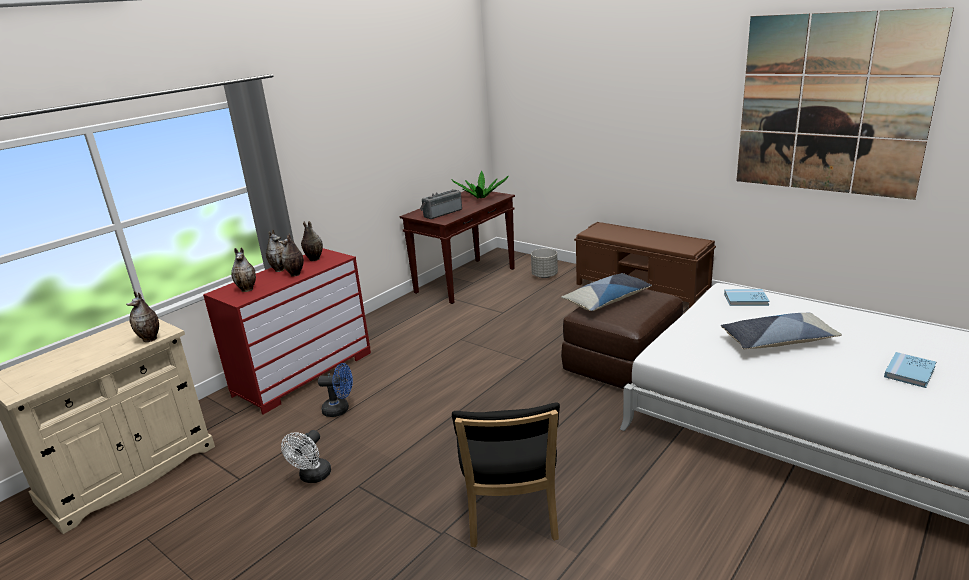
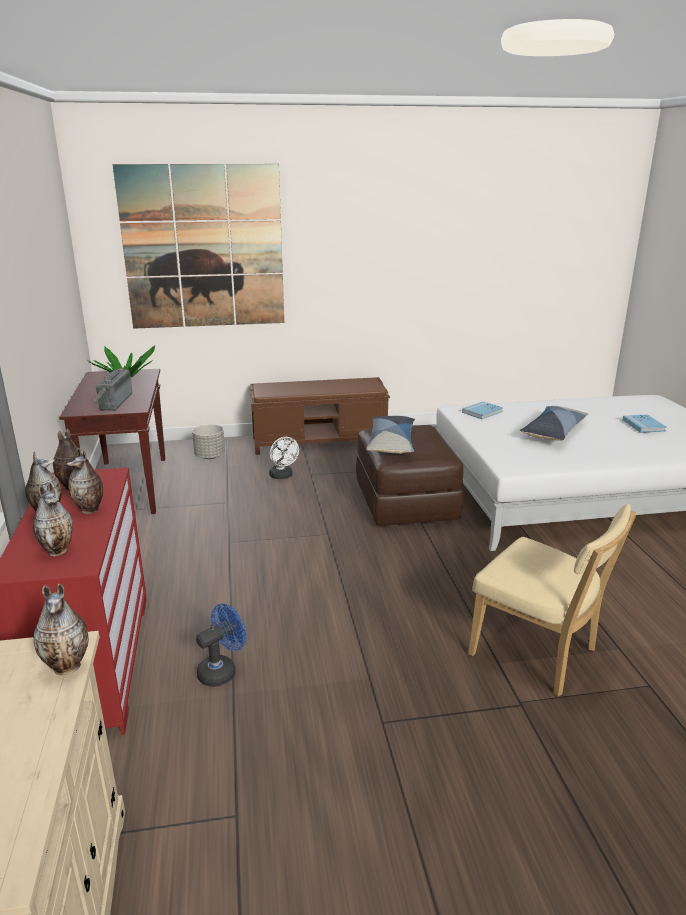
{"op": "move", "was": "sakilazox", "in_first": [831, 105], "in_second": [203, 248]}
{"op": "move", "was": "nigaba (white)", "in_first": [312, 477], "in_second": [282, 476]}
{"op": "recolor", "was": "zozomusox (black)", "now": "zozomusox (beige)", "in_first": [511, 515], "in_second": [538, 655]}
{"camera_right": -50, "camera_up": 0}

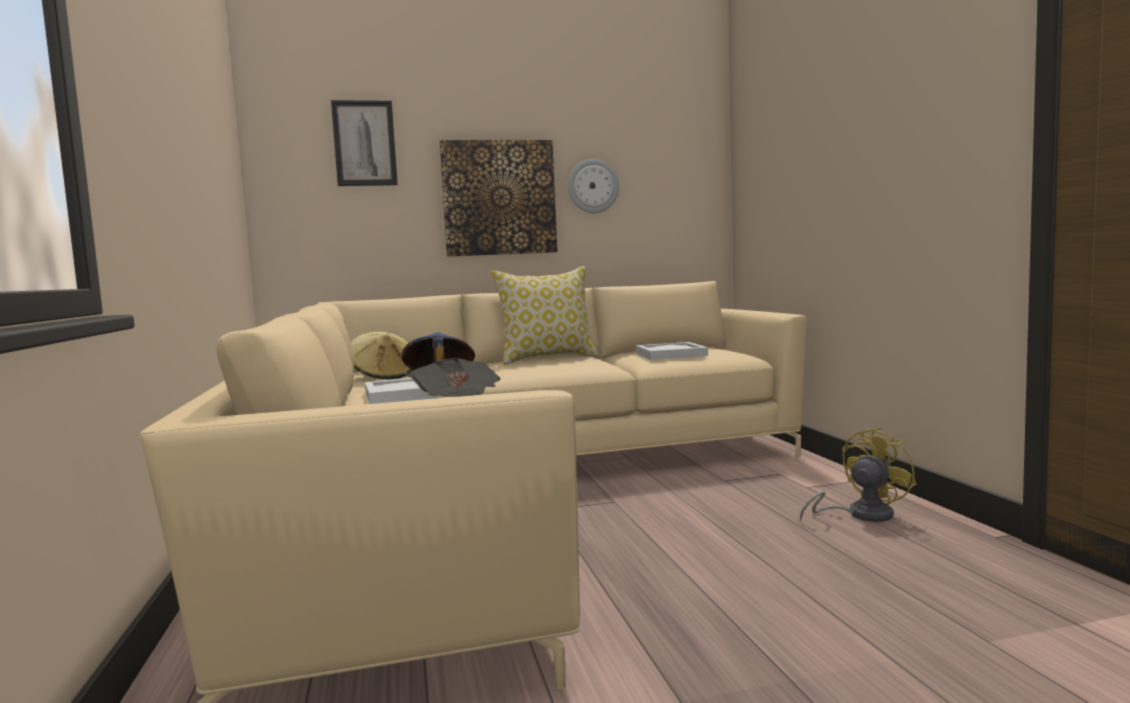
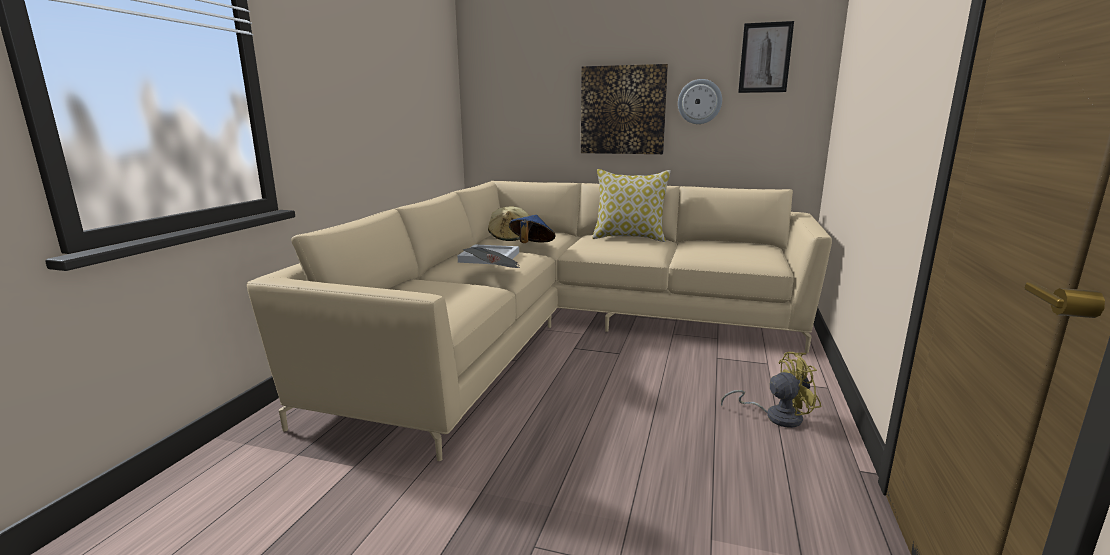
{"op": "move", "was": "sakilazox", "in_first": [364, 143], "in_second": [765, 58]}
{"op": "delete", "was": "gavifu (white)", "in_first": [671, 354]}
{"camera_right": 30, "camera_up": 10}

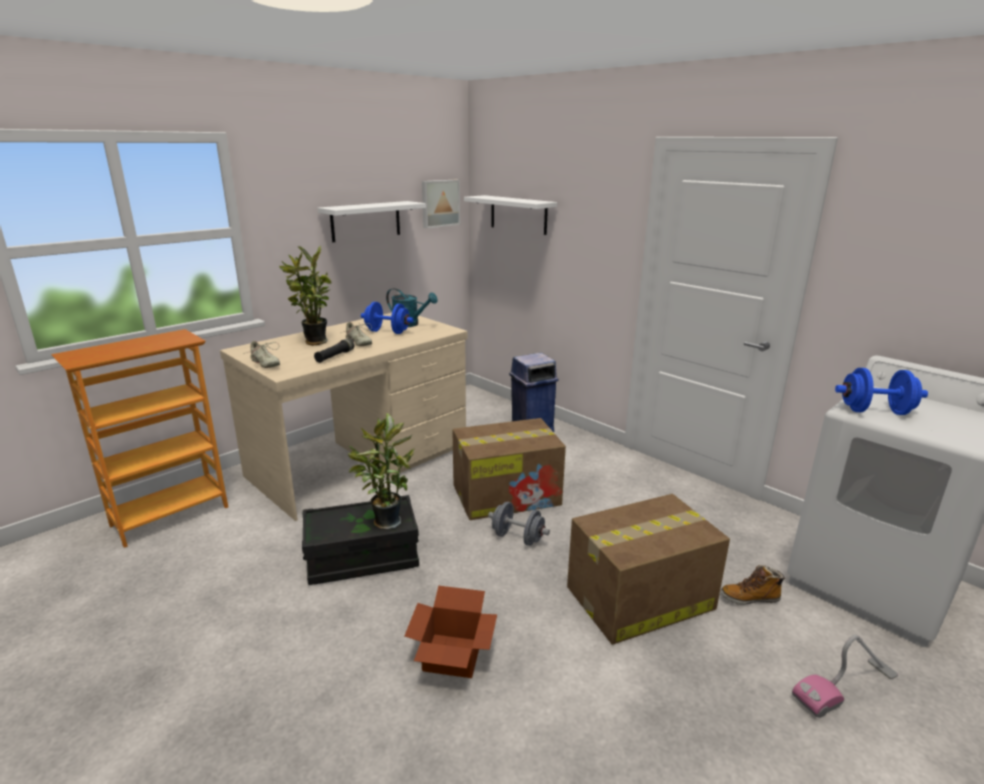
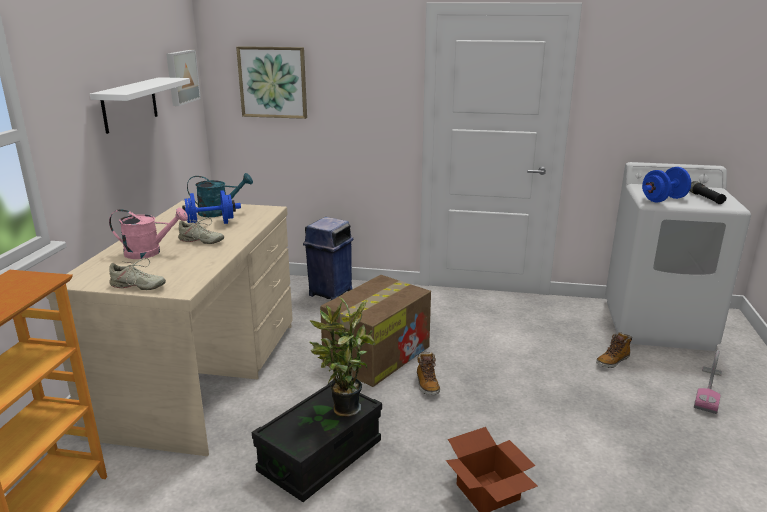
{"op": "replace", "was": "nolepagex", "now": "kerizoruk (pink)", "in_first": [313, 342], "in_second": [149, 252]}
{"op": "replace", "was": "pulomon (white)", "now": "sakilazox", "in_first": [518, 214], "in_second": [273, 82]}
{"op": "replace", "was": "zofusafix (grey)", "now": "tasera", "in_first": [517, 537], "in_second": [427, 384]}
{"op": "move", "was": "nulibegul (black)", "in_first": [335, 356], "in_second": [705, 198]}
{"op": "delete", "was": "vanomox", "in_first": [638, 598]}
{"camera_right": -35, "camera_up": 0}

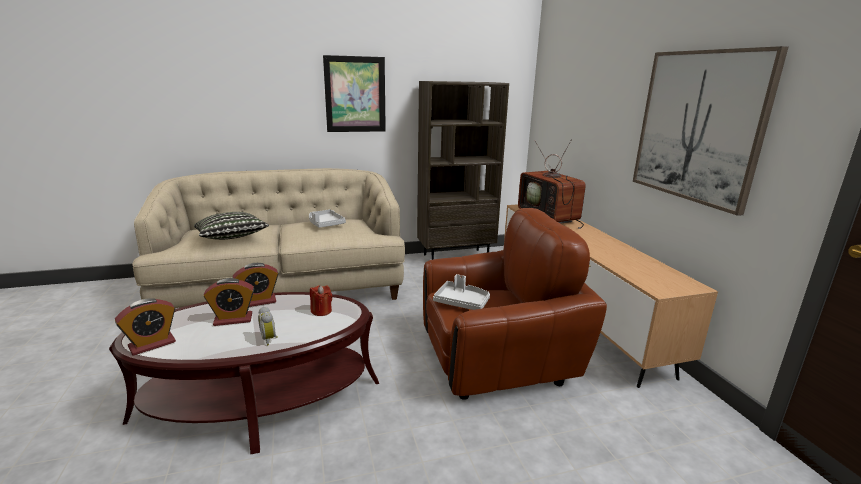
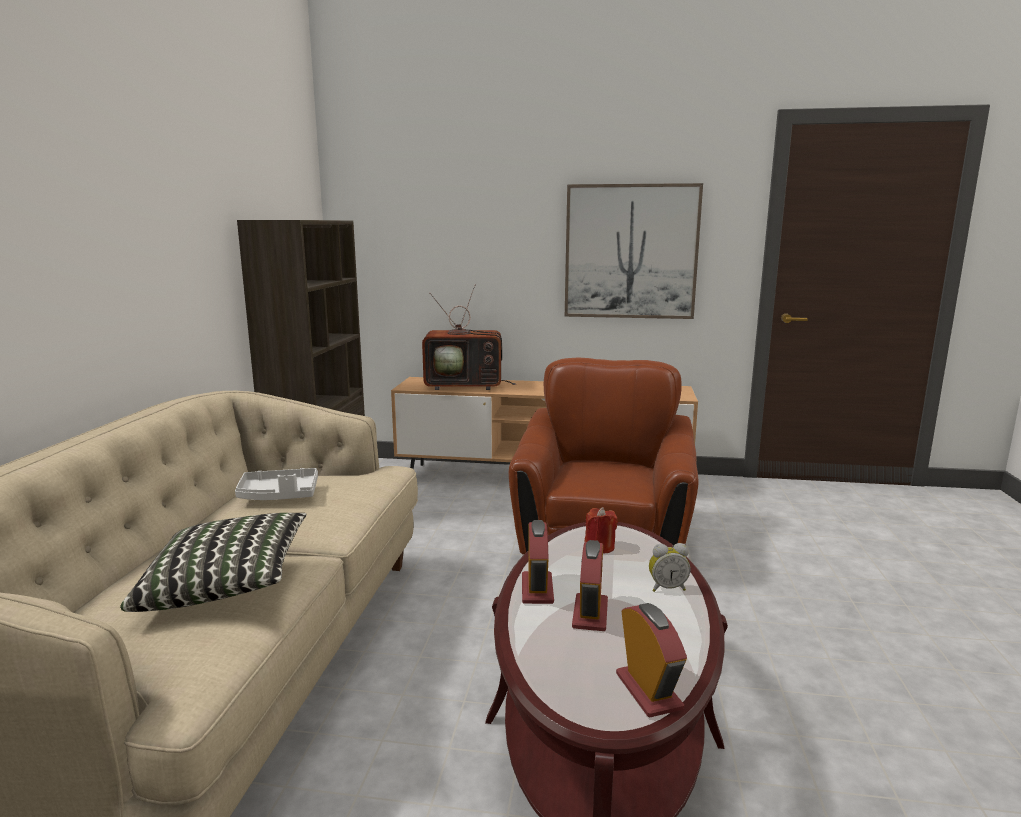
{"op": "delete", "was": "sakilazox", "in_first": [355, 94]}
{"op": "delete", "was": "gavifu (grey)", "in_first": [462, 302]}
{"camera_right": -65, "camera_up": -5}

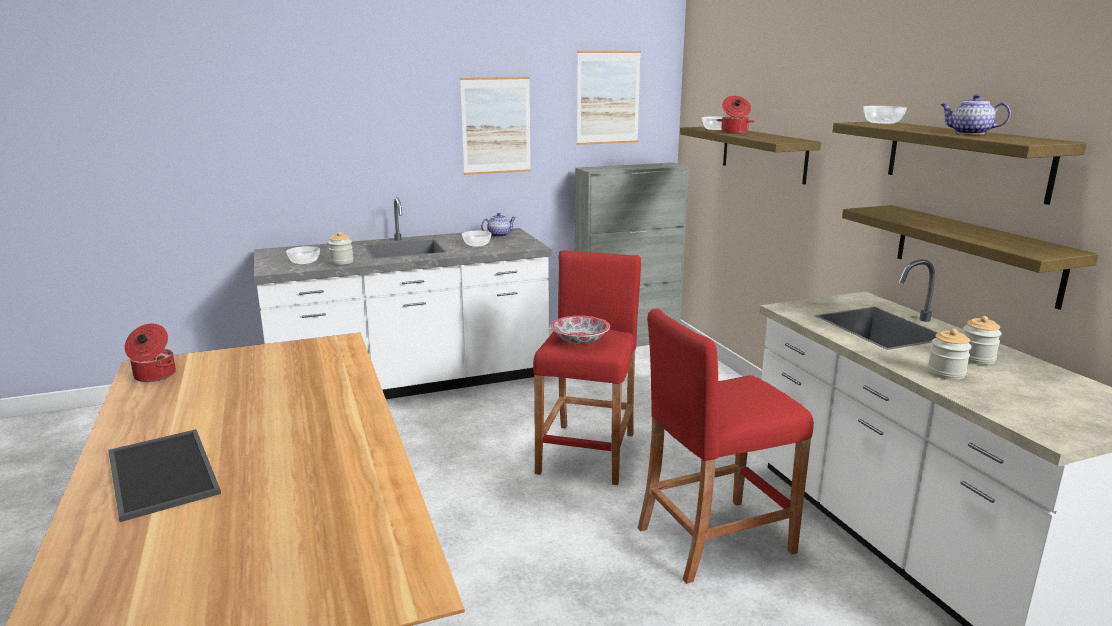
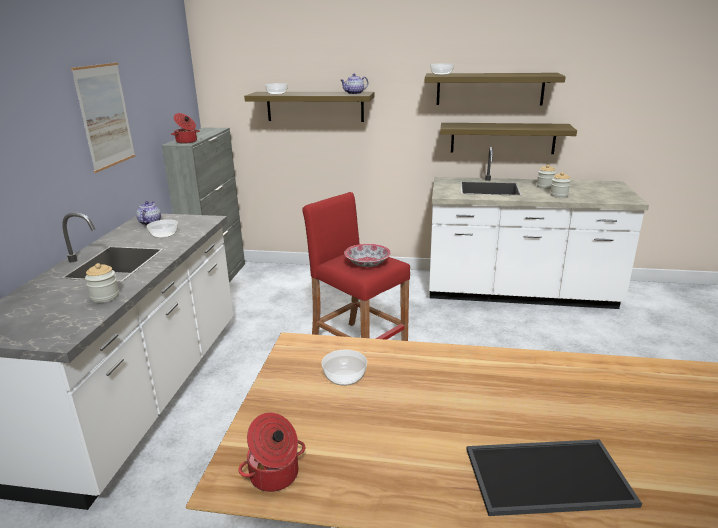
{"op": "move", "was": "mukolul", "in_first": [734, 133], "in_second": [187, 141]}
{"op": "move", "was": "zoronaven", "in_first": [303, 262], "in_second": [344, 377]}
{"op": "move", "was": "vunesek", "in_first": [969, 133], "in_second": [354, 93]}
{"op": "delete", "was": "sakilazox", "in_first": [608, 98]}
{"op": "delete", "was": "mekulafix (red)", "in_first": [714, 539]}
{"camera_right": -60, "camera_up": 5}

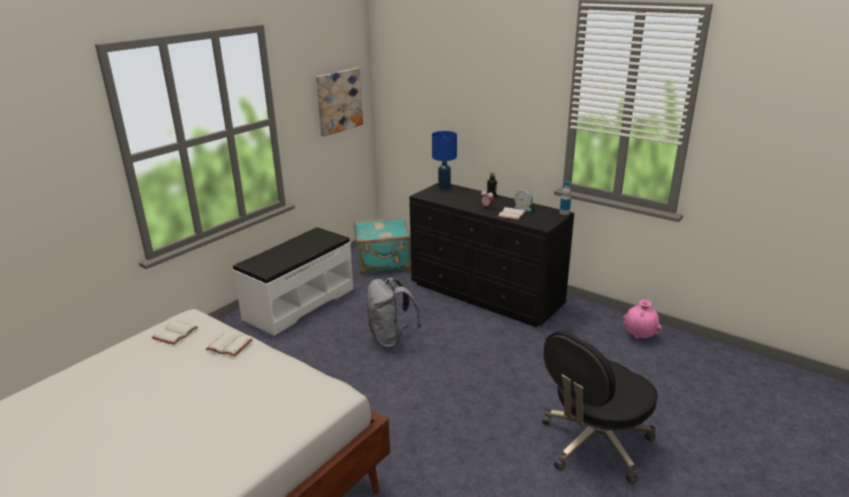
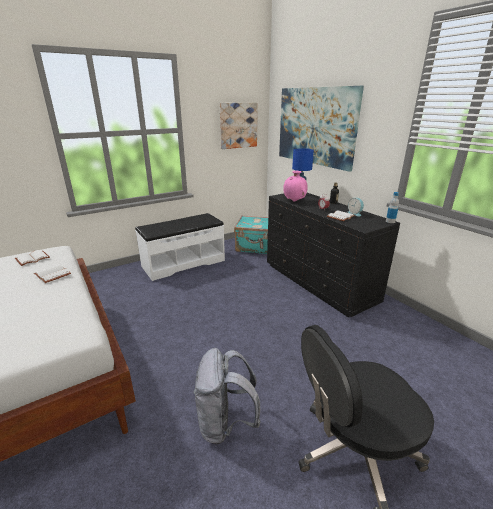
{"op": "move", "was": "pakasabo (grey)", "in_first": [391, 339], "in_second": [225, 423]}
{"op": "insert", "now": "sakilazox", "in_second": [315, 126]}
{"op": "move", "was": "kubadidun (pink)", "in_first": [639, 336], "in_second": [294, 201]}
{"camera_right": 20, "camera_up": 0}

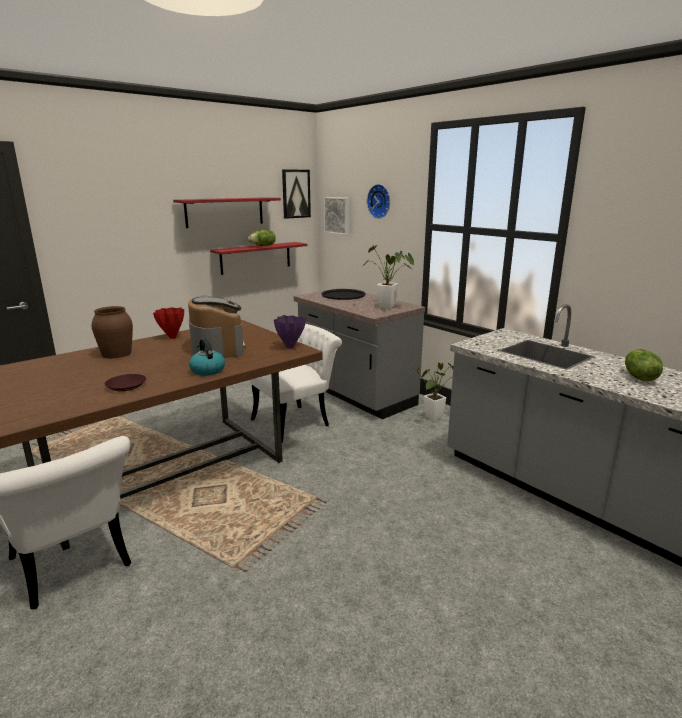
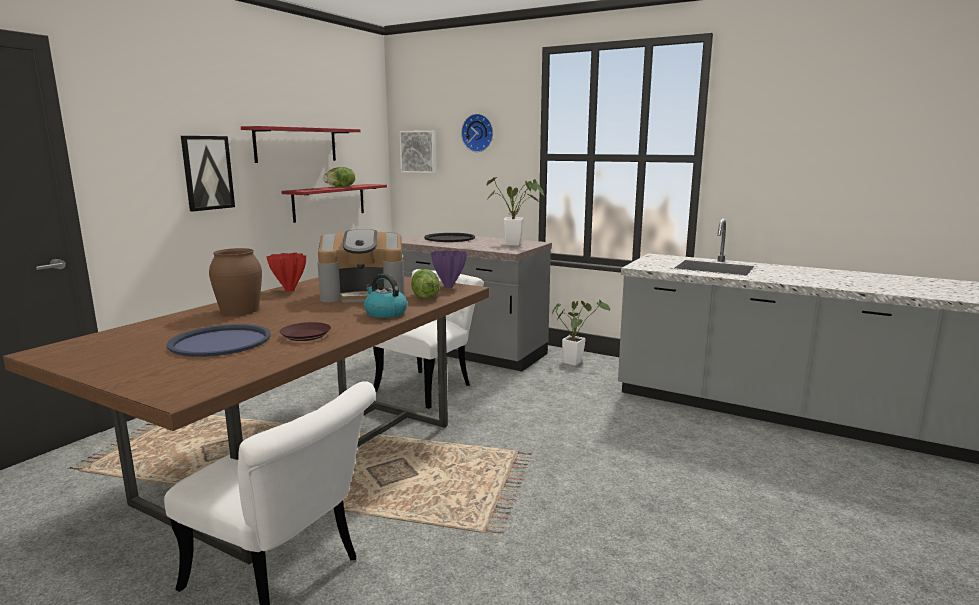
{"op": "insert", "now": "gavifu (blue)", "in_second": [220, 342]}
{"op": "move", "was": "sakilazox", "in_first": [295, 194], "in_second": [207, 173]}
{"op": "rotate", "was": "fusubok", "in_first": [218, 347], "in_second": [364, 294], "clockwise": 120}
{"op": "move", "was": "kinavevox", "in_first": [638, 377], "in_second": [424, 297]}
{"camera_right": -20, "camera_up": -5}

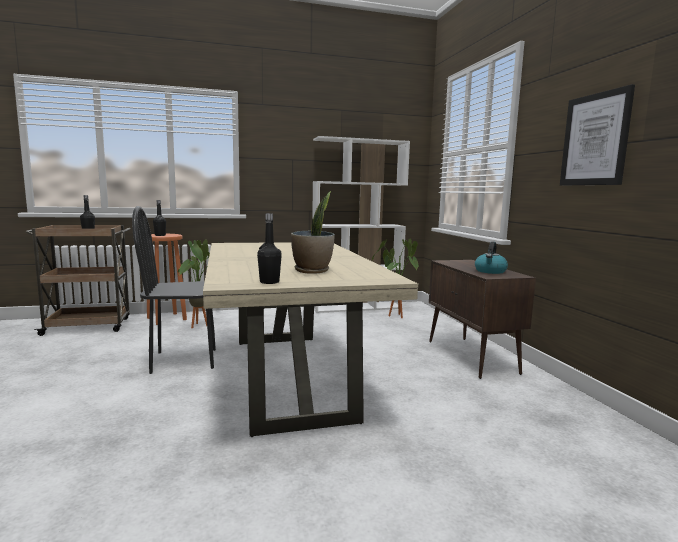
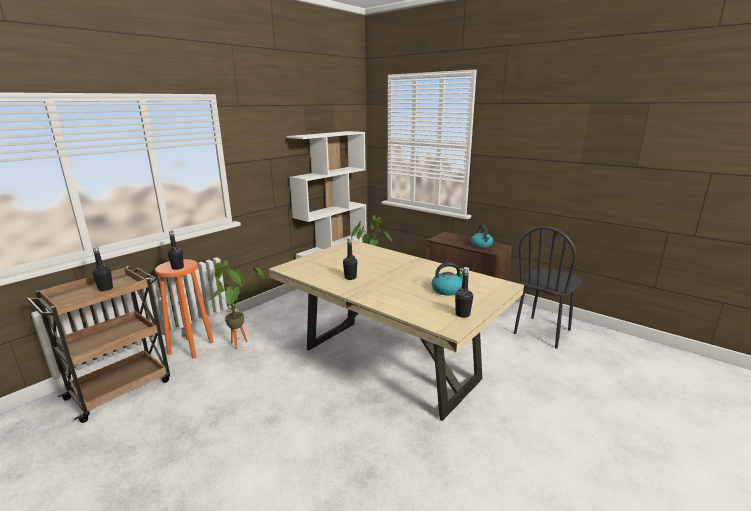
{"op": "insert", "now": "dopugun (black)", "in_second": [350, 277]}
{"op": "replace", "was": "nolepagex", "now": "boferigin", "in_first": [312, 271], "in_second": [447, 290]}
{"op": "move", "was": "zozomusox (black)", "in_first": [184, 360], "in_second": [542, 332]}
{"op": "delete", "was": "sakilazox", "in_first": [595, 140]}
{"camera_right": -35, "camera_up": 10}

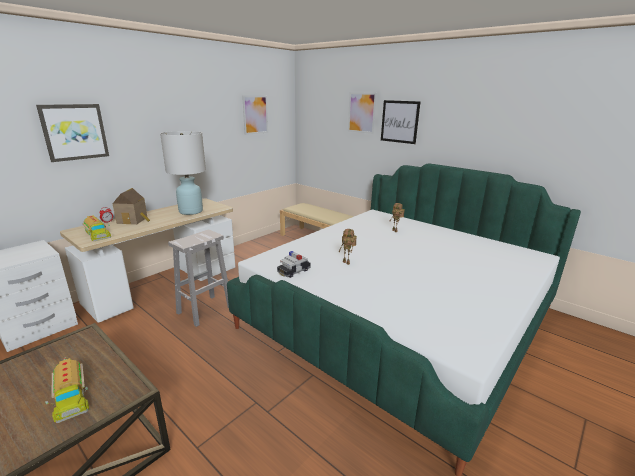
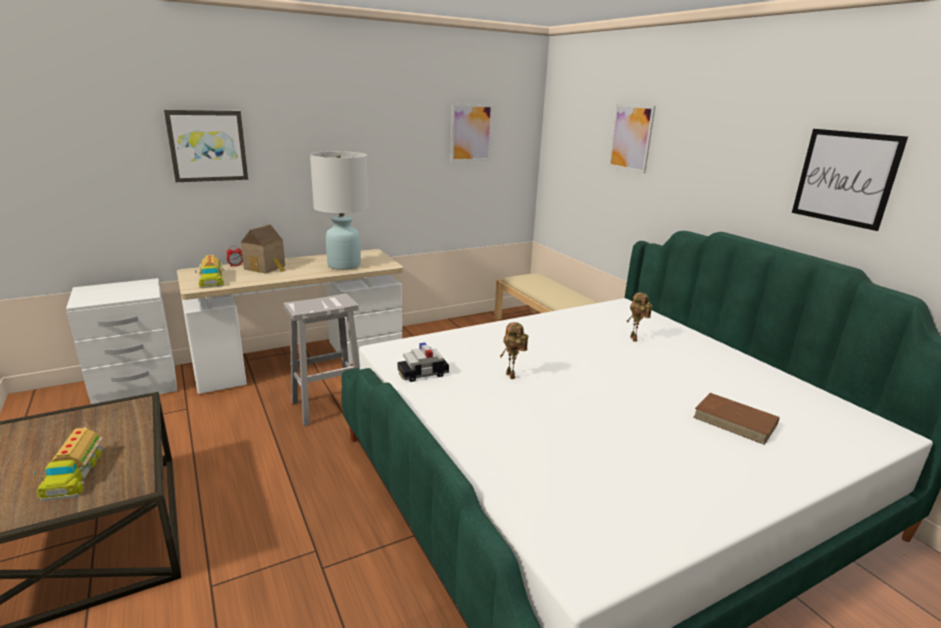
{"op": "insert", "now": "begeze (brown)", "in_second": [735, 421]}
{"op": "move", "was": "sakilazox", "in_first": [399, 121], "in_second": [845, 178]}
{"camera_right": 20, "camera_up": 0}

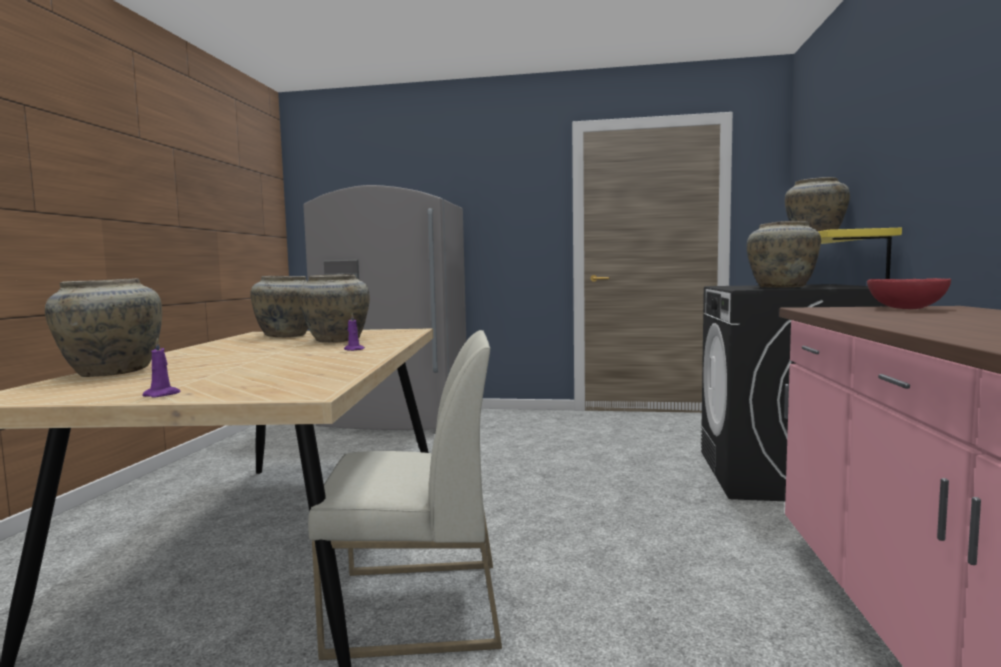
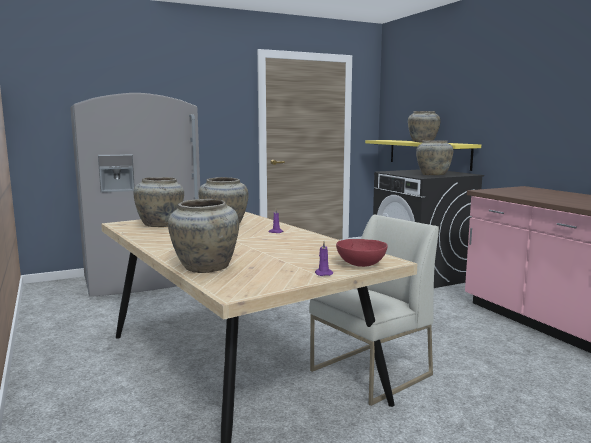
{"op": "move", "was": "zoronaven (red)", "in_first": [904, 308], "in_second": [360, 264]}
{"camera_right": -35, "camera_up": 5}

